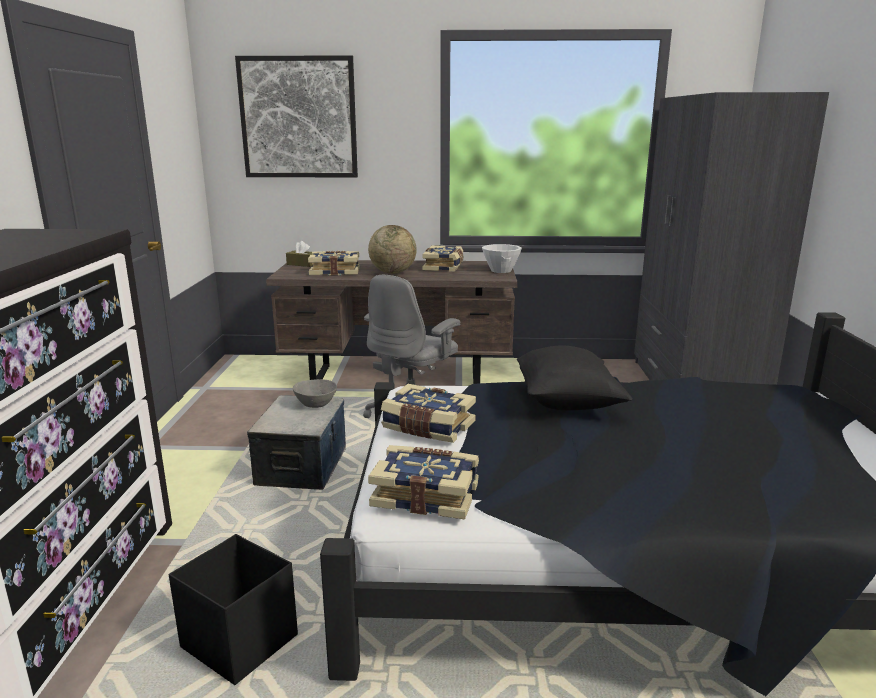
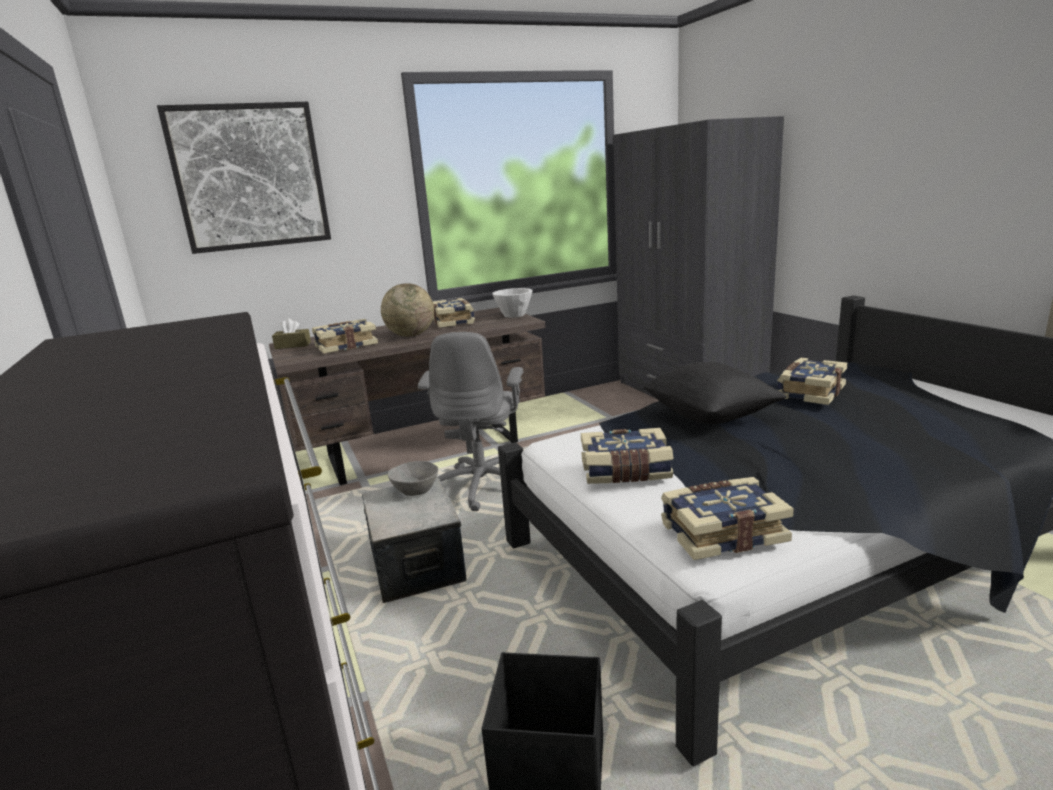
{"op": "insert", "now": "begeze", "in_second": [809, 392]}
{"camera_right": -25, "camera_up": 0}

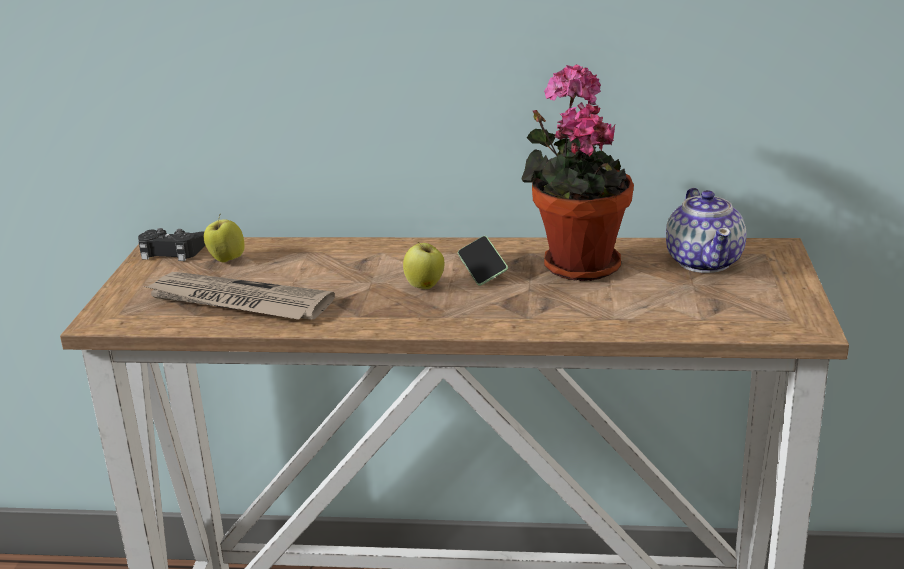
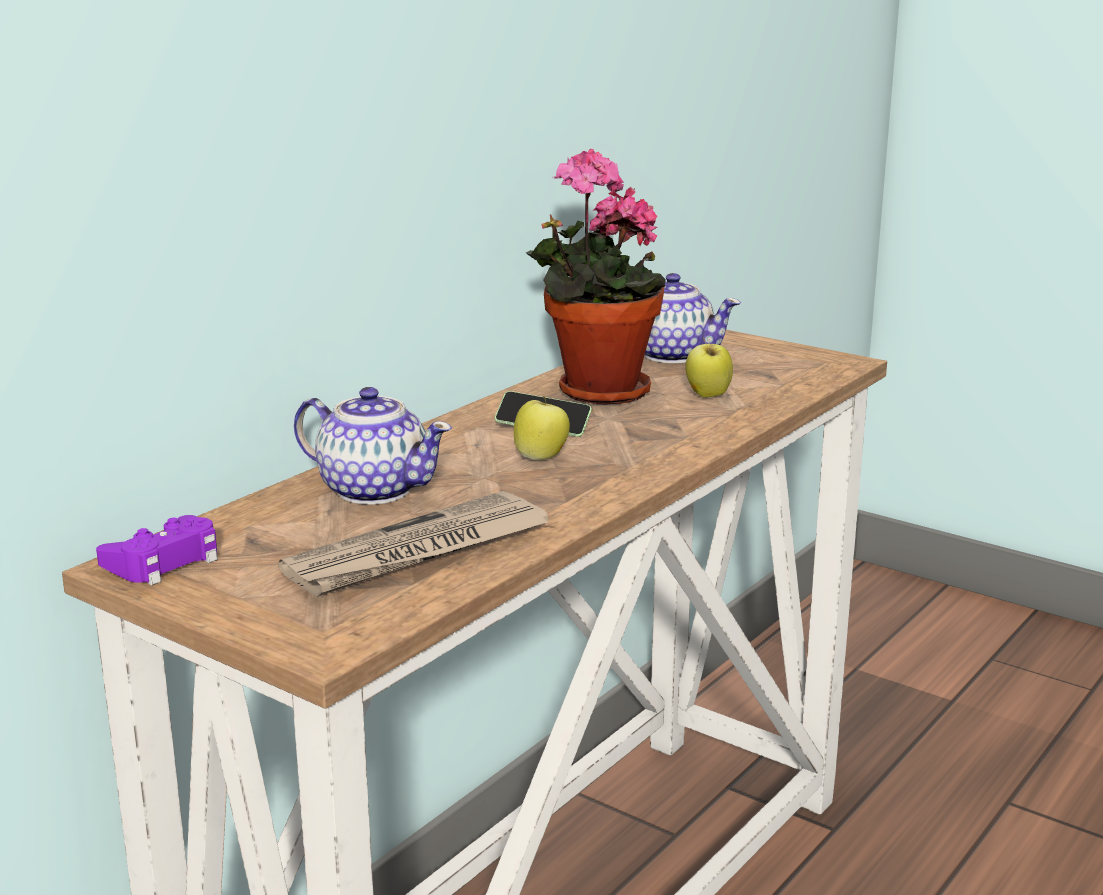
{"op": "recolor", "was": "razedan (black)", "now": "razedan (purple)", "in_first": [171, 251], "in_second": [164, 561]}
{"op": "insert", "now": "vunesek", "in_second": [373, 489]}
{"op": "move", "was": "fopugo", "in_first": [226, 260], "in_second": [708, 395]}
{"camera_right": -60, "camera_up": -5}

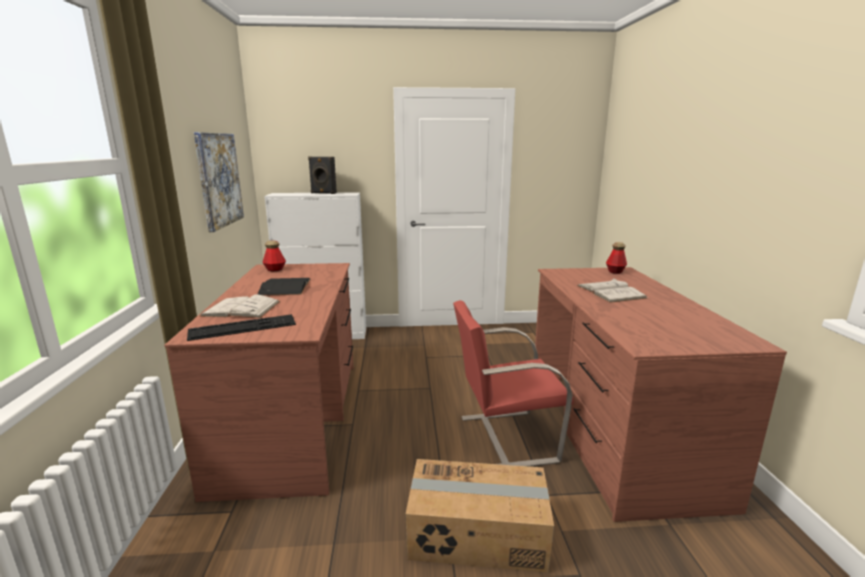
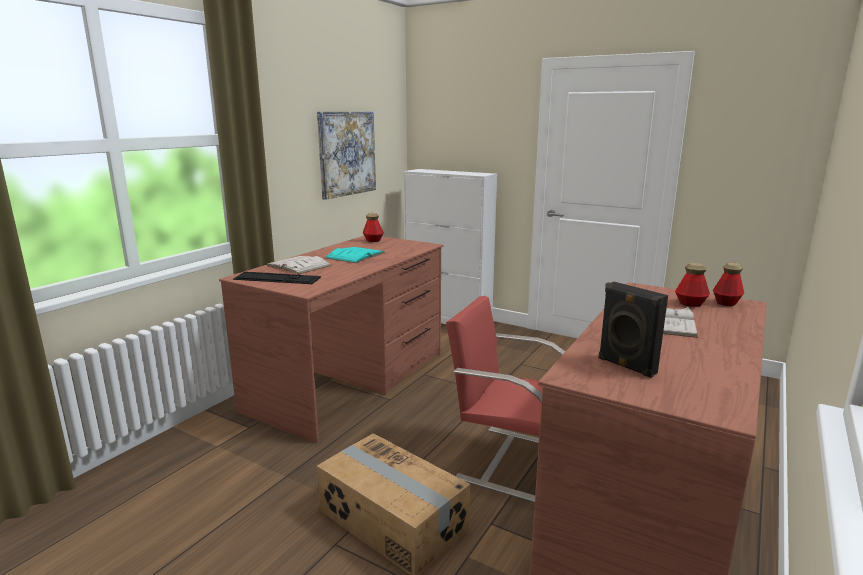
{"op": "recolor", "was": "begeze (black)", "now": "begeze (turquoise)", "in_first": [285, 287], "in_second": [355, 255]}
{"op": "move", "was": "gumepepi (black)", "in_first": [323, 193], "in_second": [626, 366]}
{"op": "insert", "now": "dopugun", "in_second": [690, 304]}
{"camera_right": 35, "camera_up": 0}

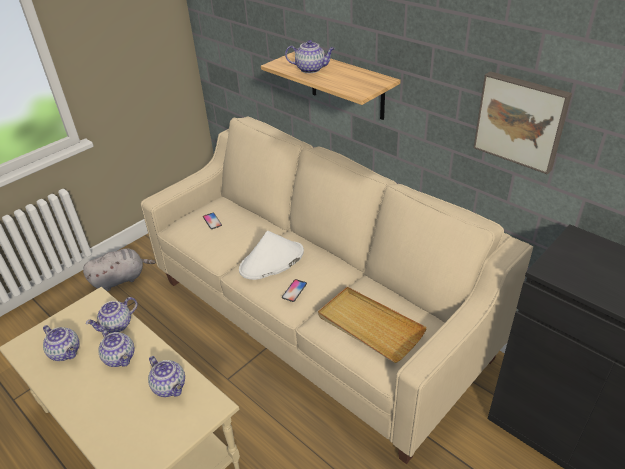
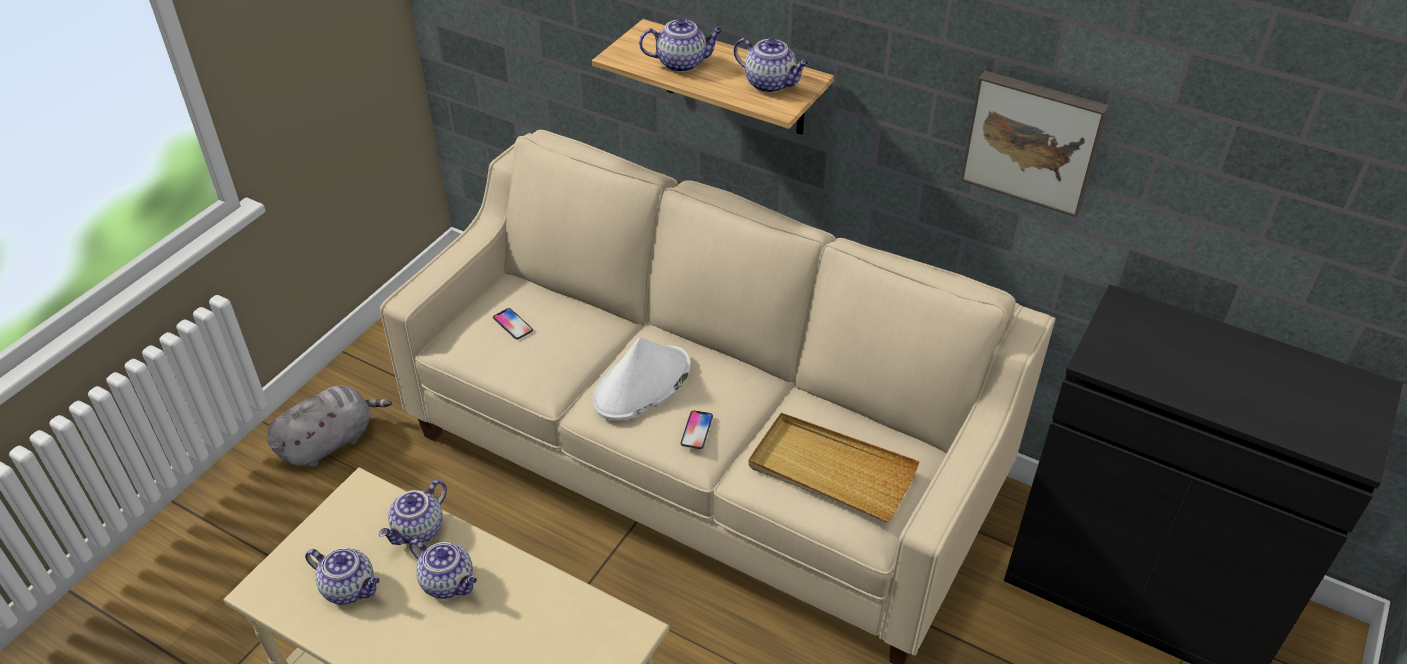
{"op": "move", "was": "vunesek", "in_first": [170, 387], "in_second": [771, 84]}
{"camera_right": -15, "camera_up": 5}

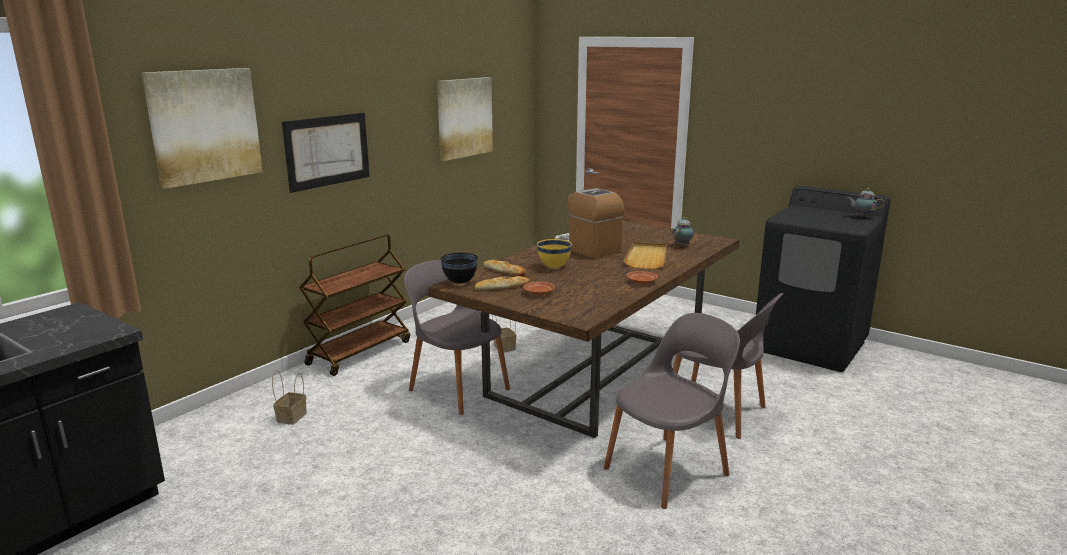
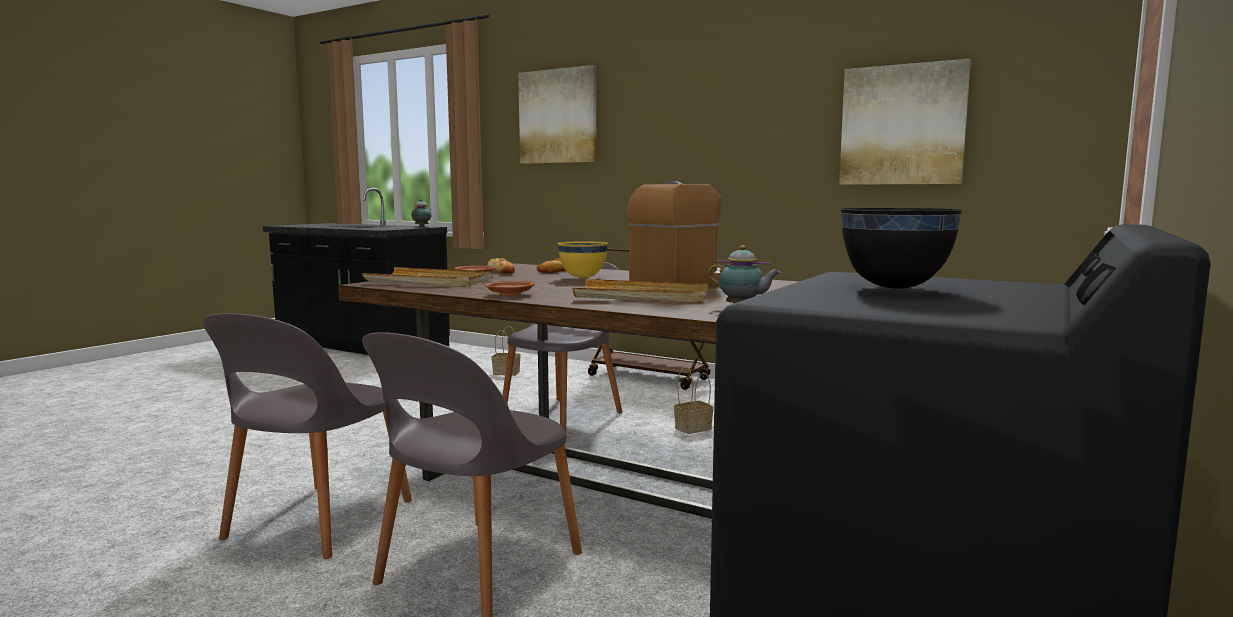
{"op": "rotate", "was": "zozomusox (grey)", "in_first": [668, 470], "in_second": [317, 521], "clockwise": 60}
{"op": "insert", "now": "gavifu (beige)", "in_second": [429, 282]}
{"op": "move", "was": "vunesek", "in_first": [862, 217], "in_second": [422, 227]}
{"op": "move", "was": "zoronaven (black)", "in_first": [460, 282], "in_second": [896, 288]}
{"op": "delete", "was": "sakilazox", "in_first": [328, 151]}
{"camera_right": 85, "camera_up": -10}

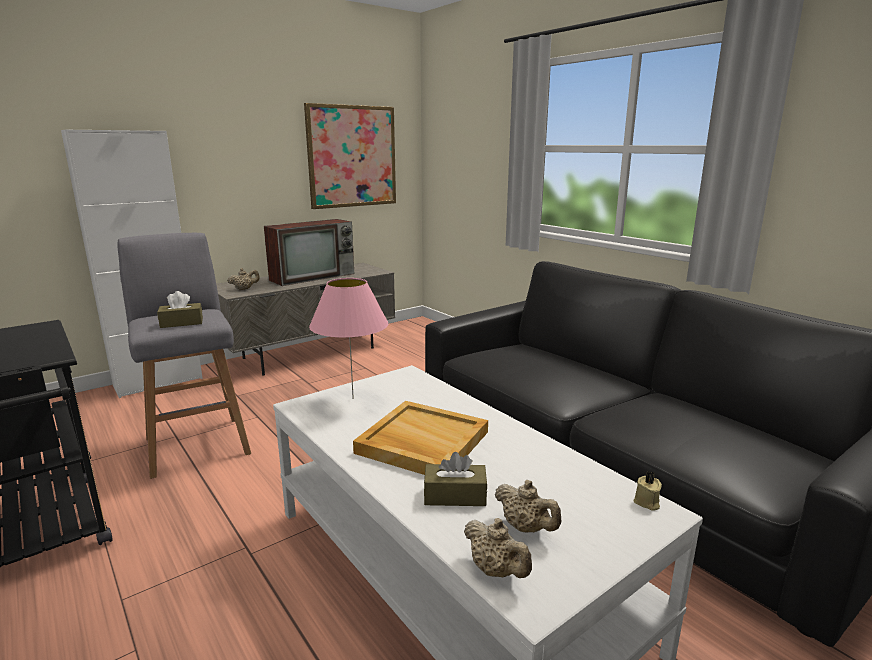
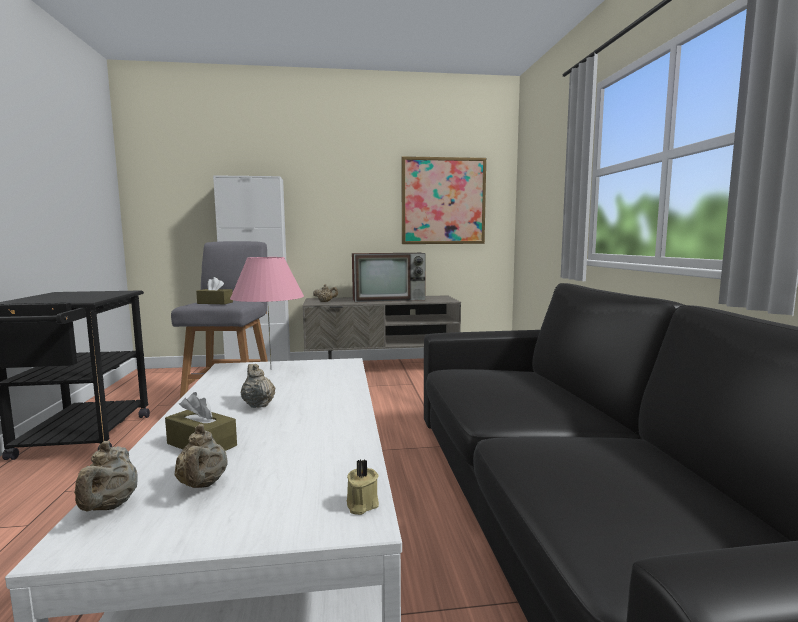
{"op": "replace", "was": "gavifu (beige)", "now": "vunesek (beige)", "in_first": [421, 442], "in_second": [258, 404]}
{"camera_right": 30, "camera_up": -10}

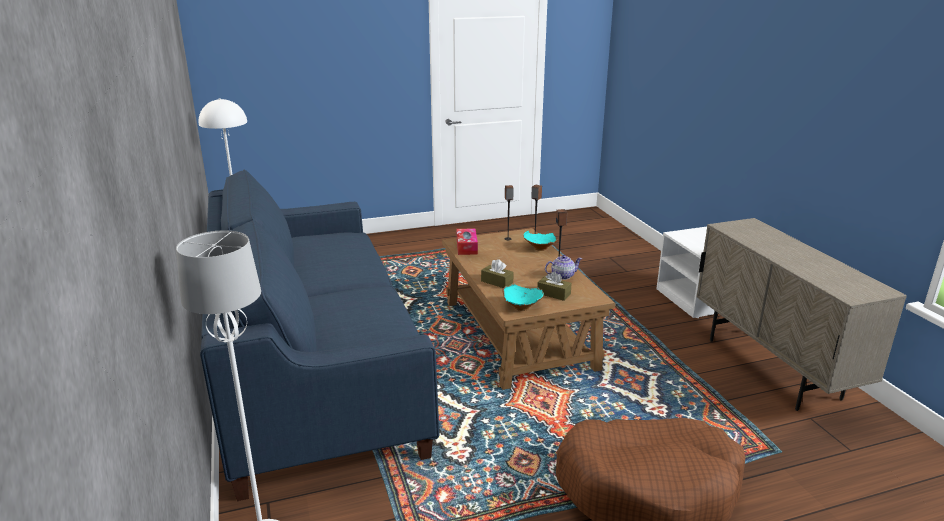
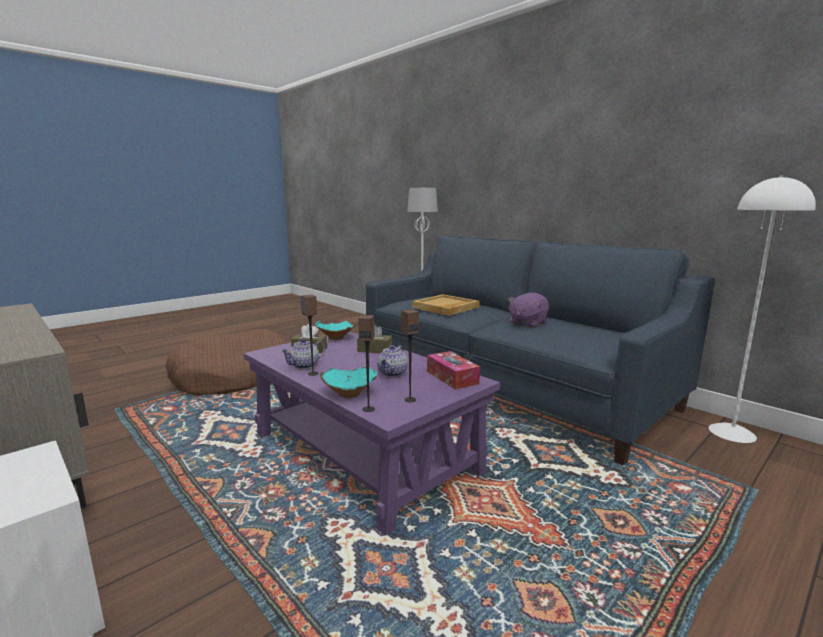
{"op": "recolor", "was": "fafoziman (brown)", "now": "fafoziman (purple)", "in_first": [517, 334], "in_second": [364, 452]}
{"op": "insert", "now": "vunesek", "in_second": [393, 373]}
{"op": "insert", "now": "gavifu (beige)", "in_second": [445, 307]}
{"op": "insert", "now": "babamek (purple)", "in_second": [527, 323]}
{"camera_right": 155, "camera_up": -10}

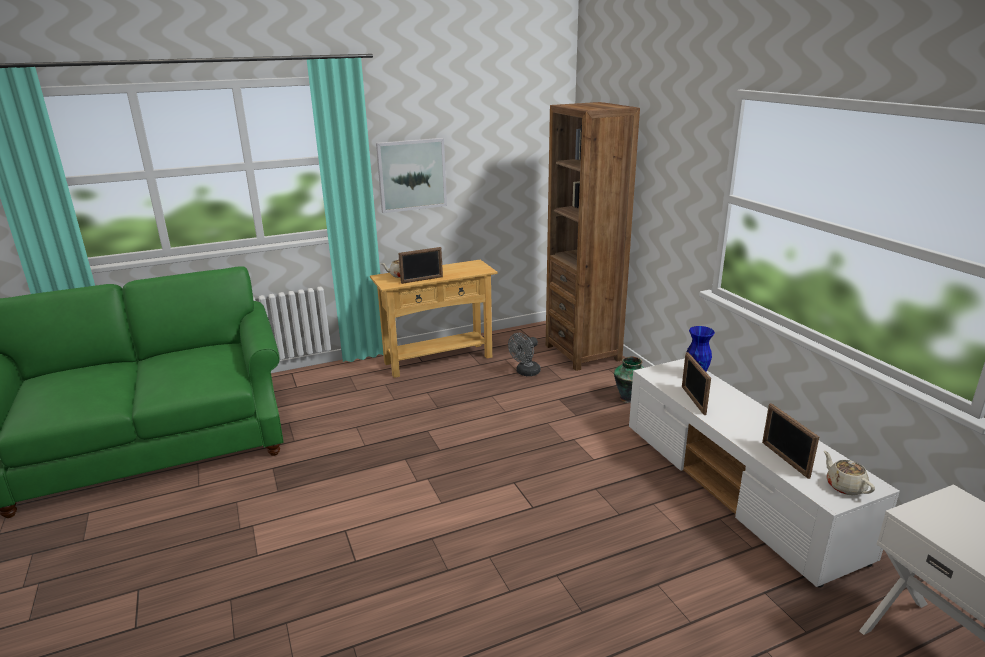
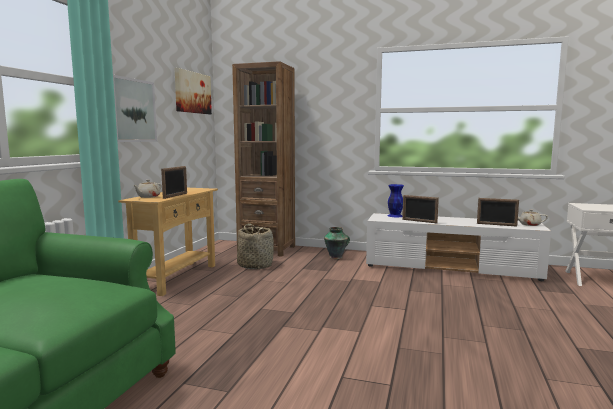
{"op": "insert", "now": "sakilazox", "in_second": [192, 92]}
{"op": "replace", "was": "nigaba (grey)", "now": "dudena", "in_first": [525, 373], "in_second": [255, 265]}
{"camera_right": -50, "camera_up": -15}

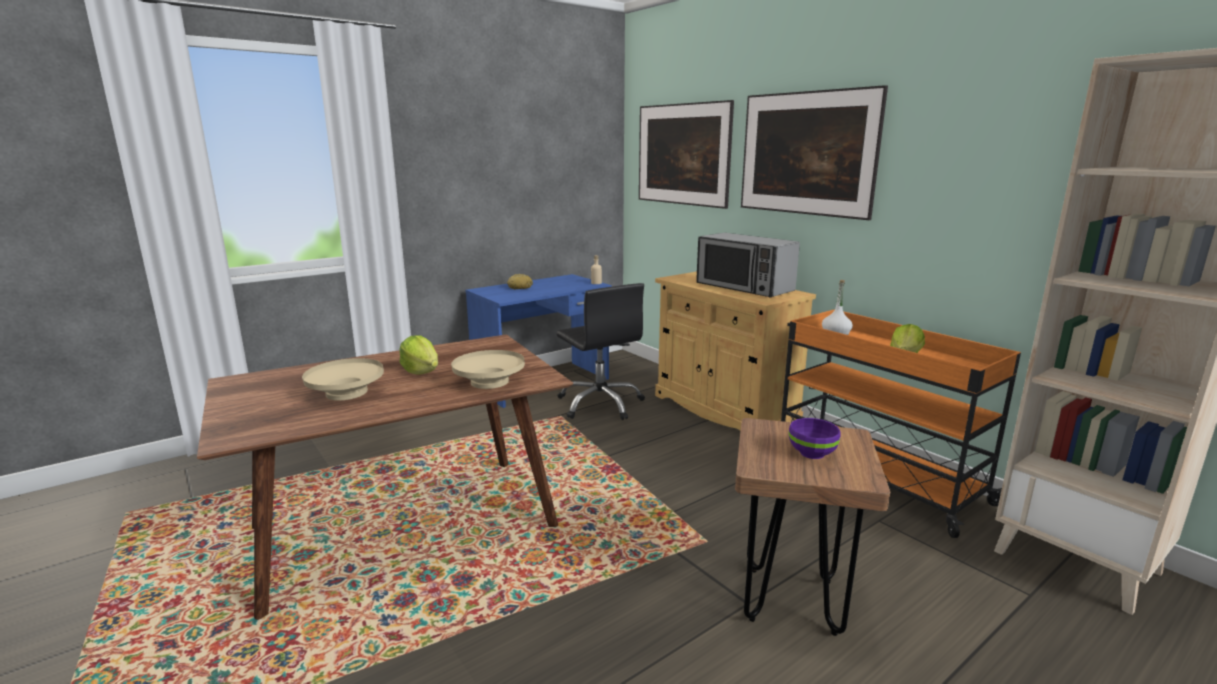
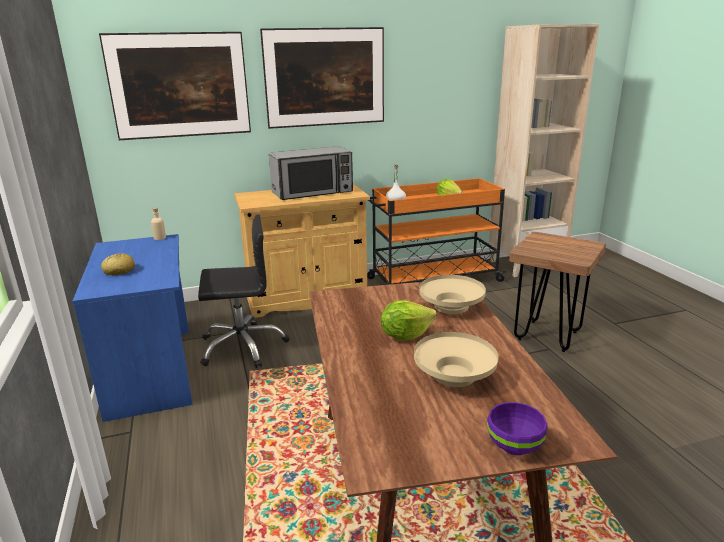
{"op": "move", "was": "zoronaven (purple)", "in_first": [813, 453], "in_second": [514, 445]}
{"camera_right": -70, "camera_up": 5}

